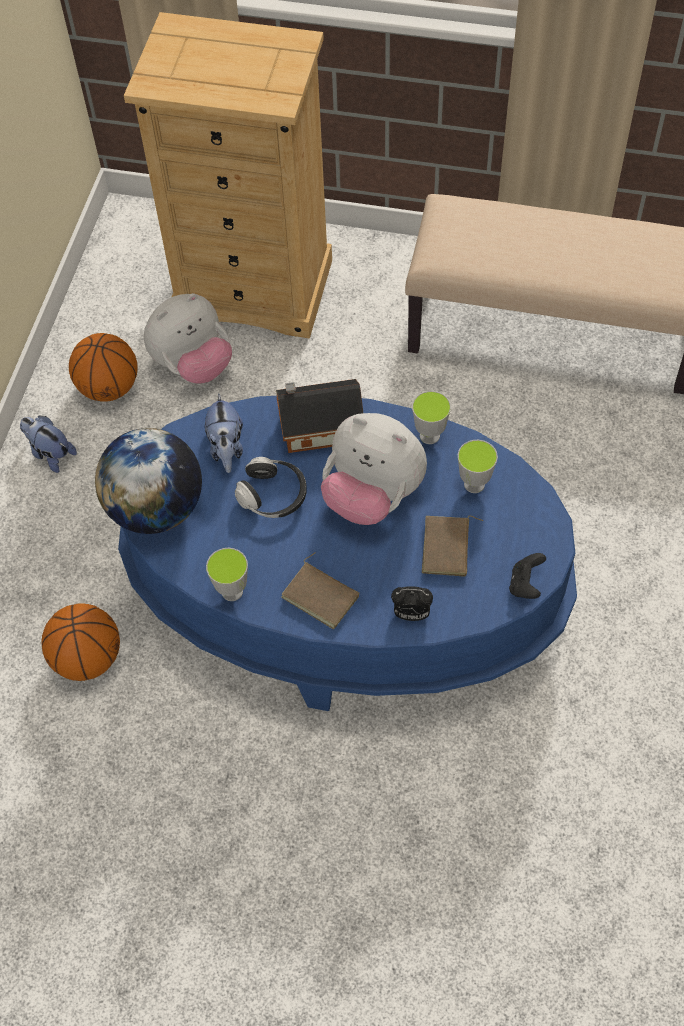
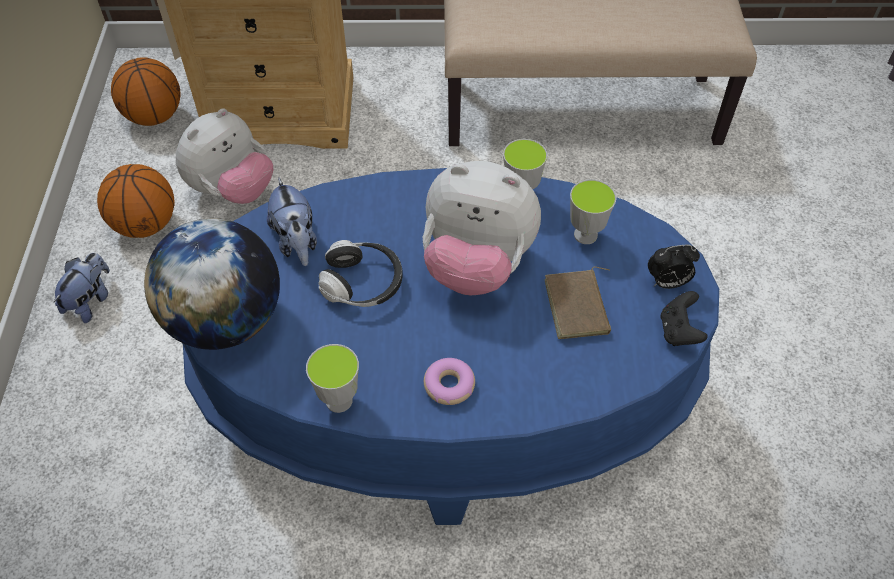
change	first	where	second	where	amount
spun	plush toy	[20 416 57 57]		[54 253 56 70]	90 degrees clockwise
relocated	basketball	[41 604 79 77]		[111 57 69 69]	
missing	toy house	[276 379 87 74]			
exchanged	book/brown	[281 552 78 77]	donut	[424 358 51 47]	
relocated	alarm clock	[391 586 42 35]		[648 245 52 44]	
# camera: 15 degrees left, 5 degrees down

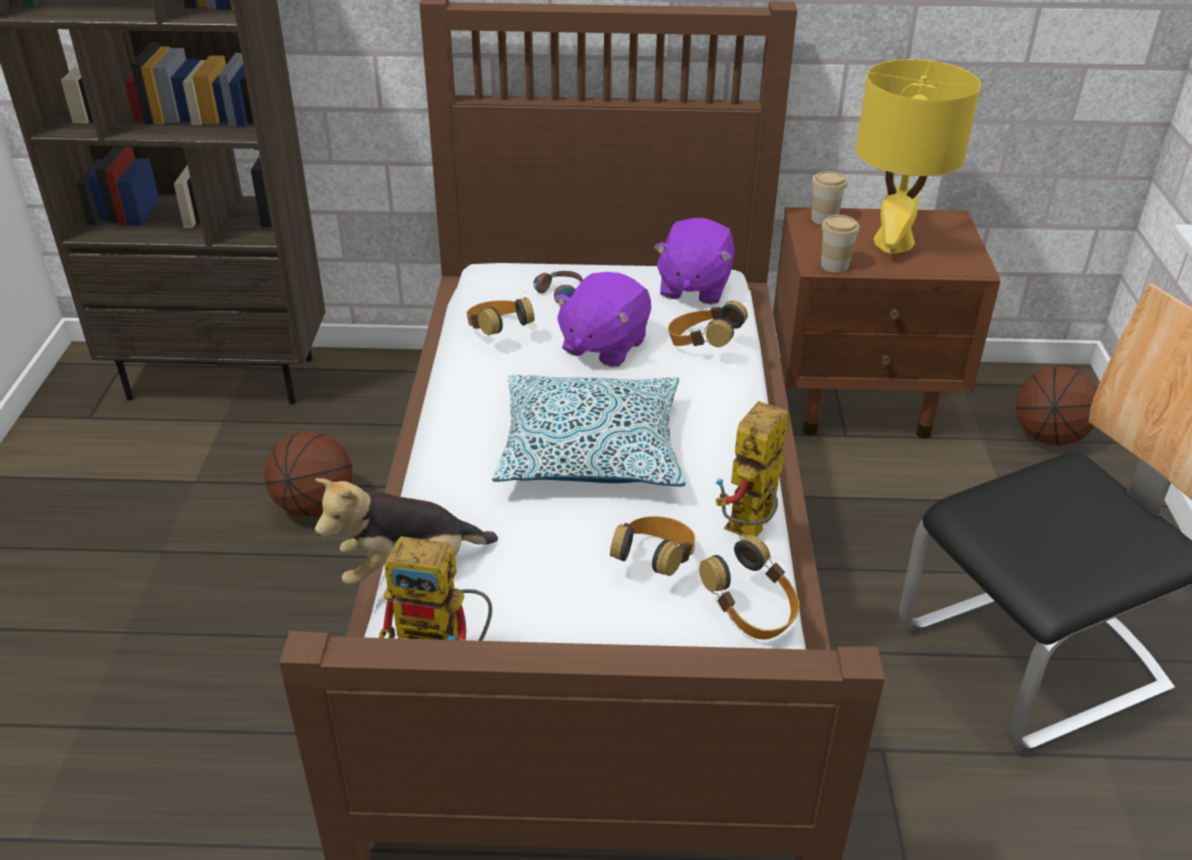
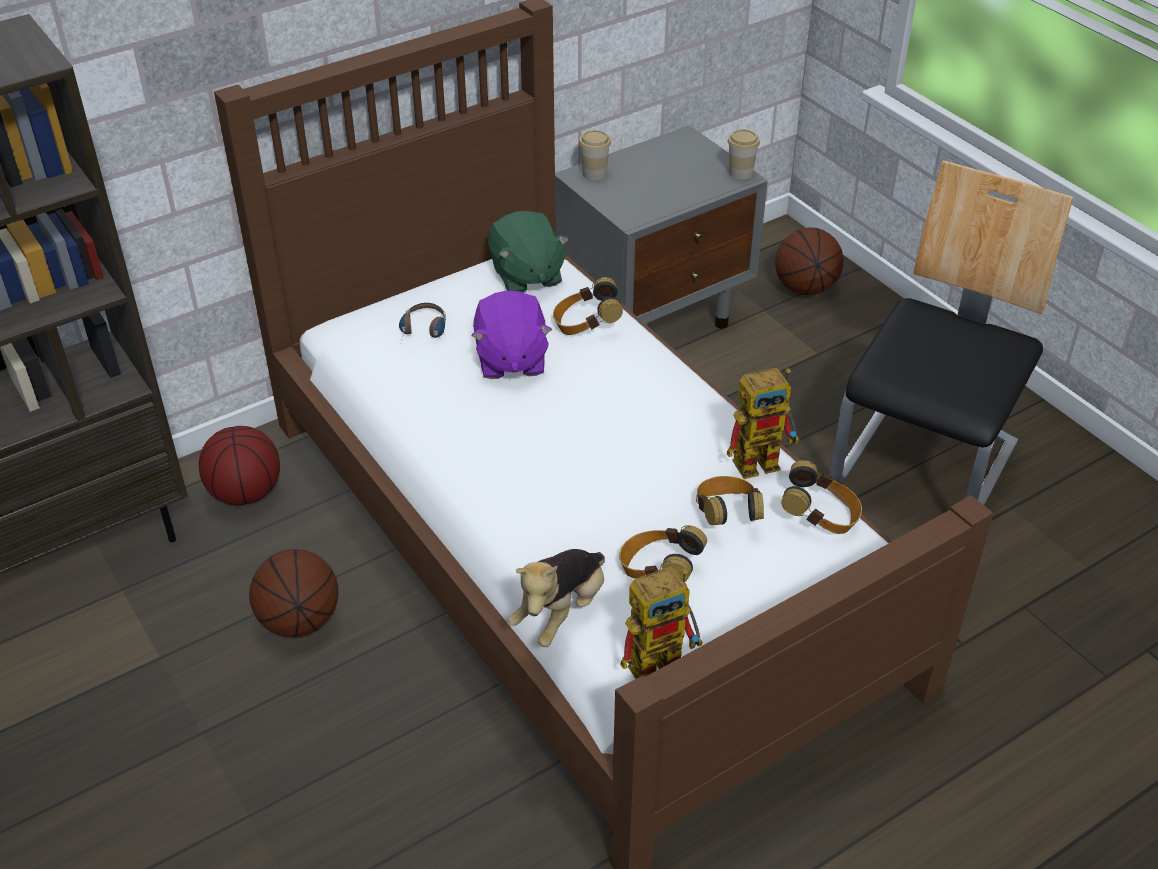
change	first	where	second	where	amount
relocated	headphones	[467 297 68 39]		[619 525 88 57]	
missing	pillow	[492 375 193 112]			
colour	plush toy/purple	[654 218 81 86]	plush toy/green	[488 211 81 82]	
spun	toy robot	[715 401 74 136]		[727 367 72 112]	105 degrees counterclockwise
colour	nightstand/brown	[773 207 228 231]	nightstand/grey	[555 125 213 204]	
relocated	cup	[821 215 38 58]		[728 129 32 51]	
missing	table lamp/yellow	[856 59 125 195]			
appeared			basketball	[199 426 81 79]	
# camera: 35 degrees left, 5 degrees up

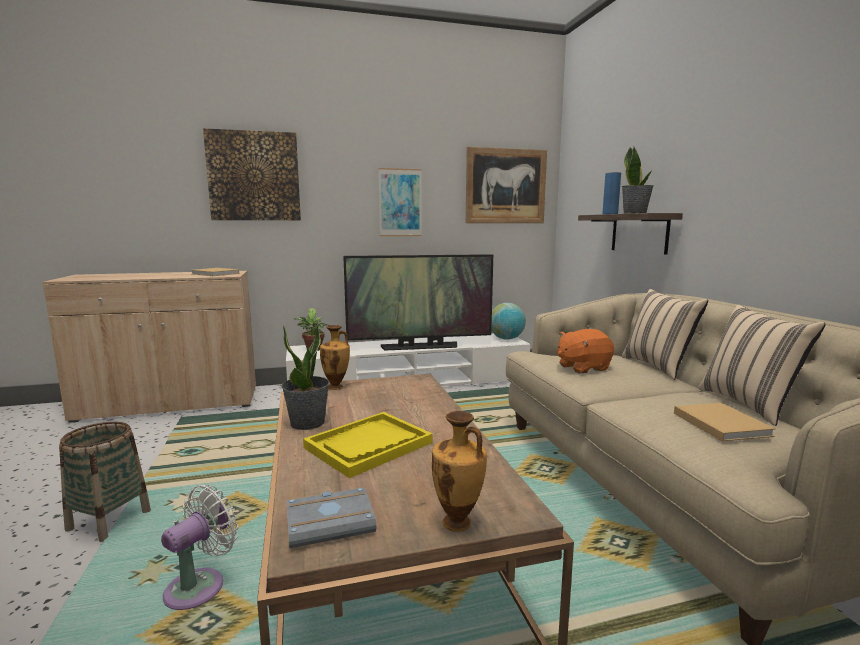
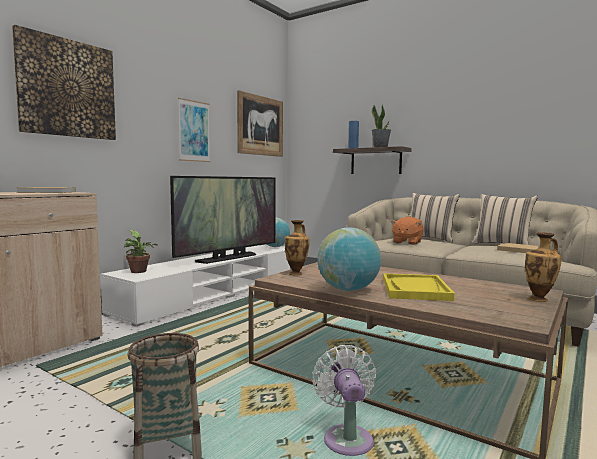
change	first	where	second	where	amount
exchanged	potted plant	[281 320 48 110]	globe	[317 227 64 64]	
missing	book/grey	[287 487 89 62]			
# camera: 40 degrees left, 5 degrees down

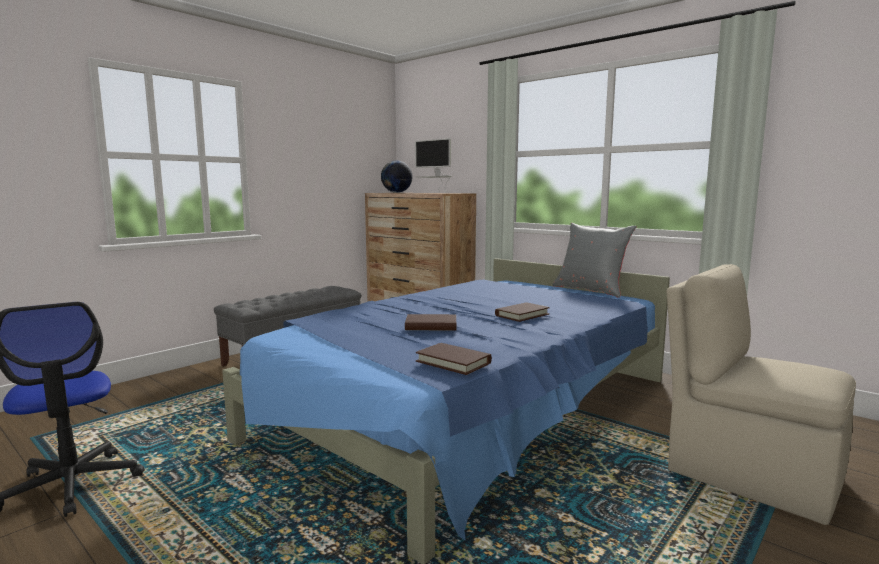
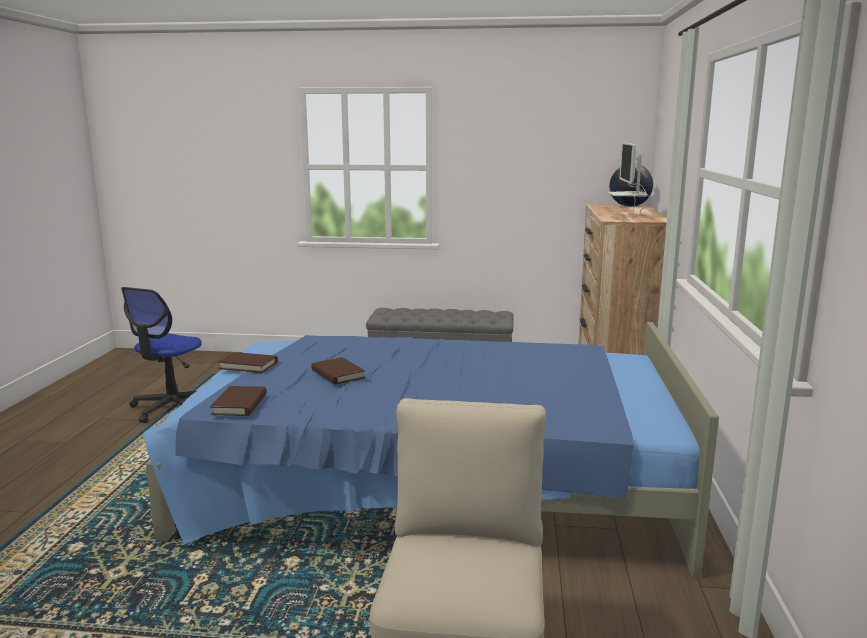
change	first	where	second	where	amount
relocated	book/brown	[495 302 55 20]		[218 352 60 21]	
missing	pillow/grey	[552 223 85 75]			
# camera: 55 degrees right, 5 degrees up

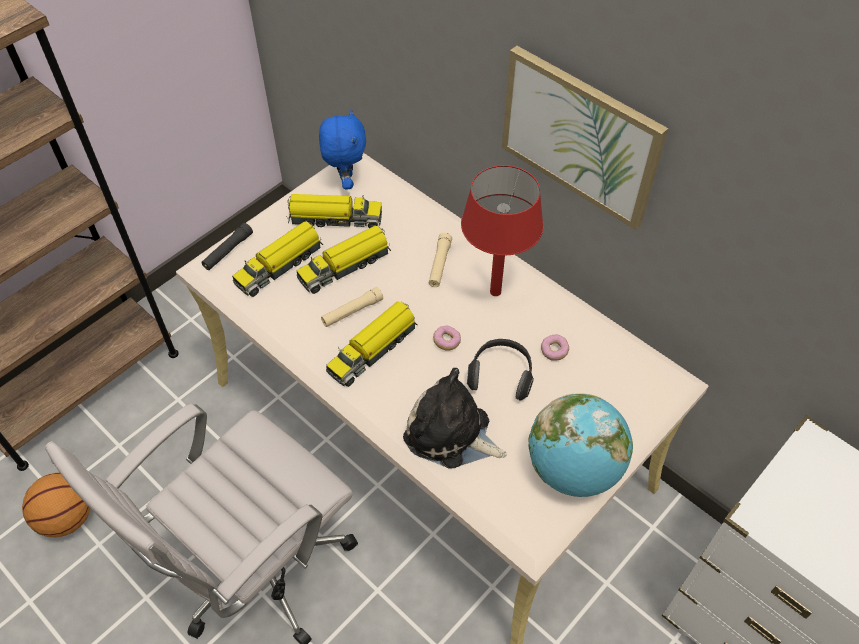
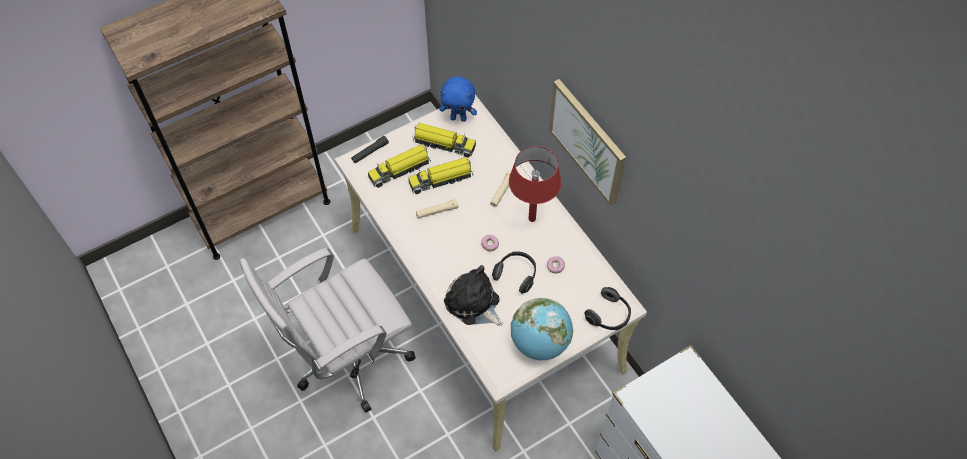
change	first	where	second	where	amount
missing	basketball	[22 472 68 65]			
spun	plush toy/blue	[319 109 47 81]		[440 77 37 45]	90 degrees clockwise
missing	toy truck	[326 302 91 85]			
appeared			headphones	[585 287 46 43]	
# camera: 15 degrees right, 5 degrees up

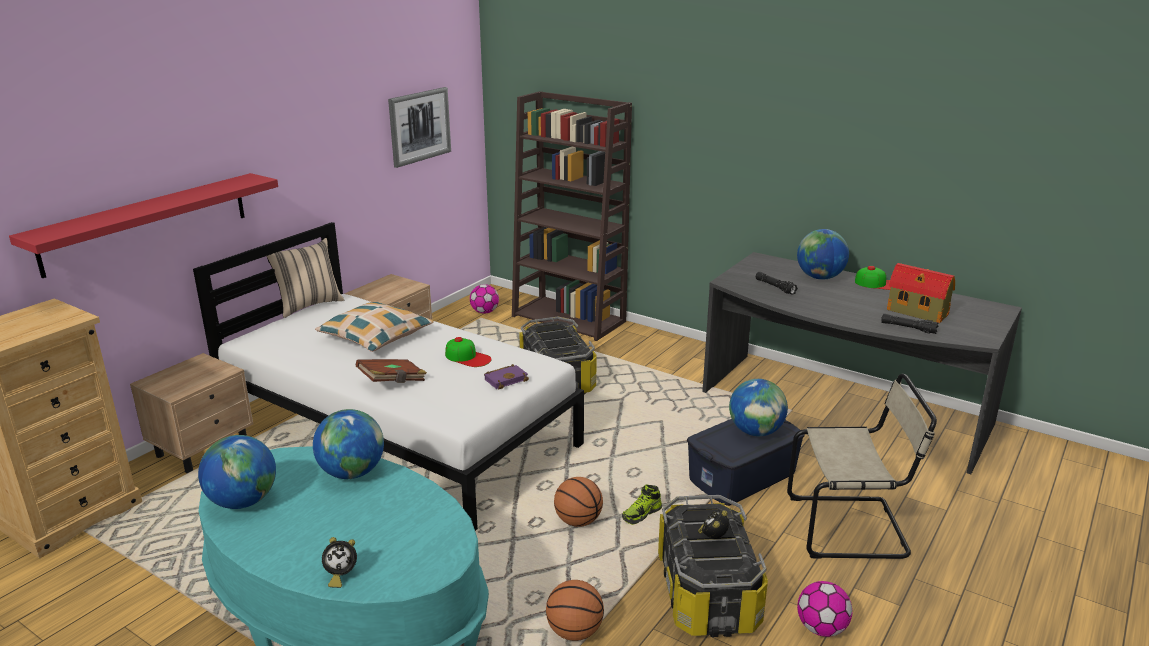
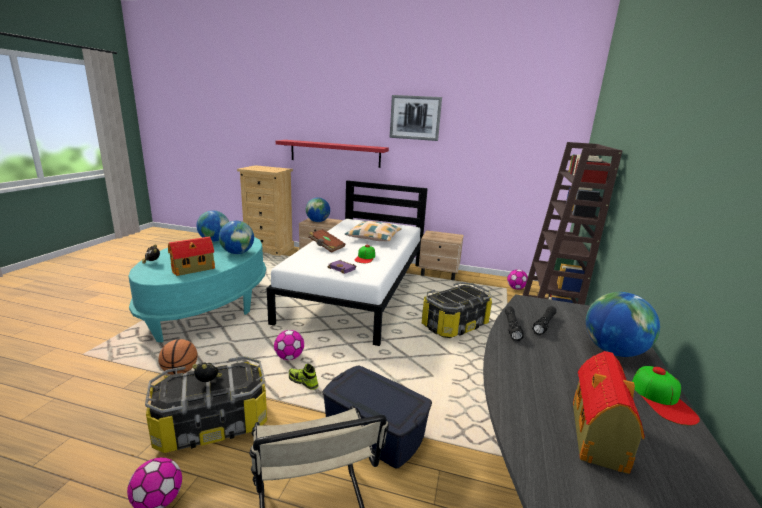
change	first	where	second	where	amount
missing	pillow/beige	[267 238 77 80]			
relocated	picture	[388 87 63 81]		[390 95 52 46]	
exchanged	basketball	[554 477 49 50]	football	[274 330 30 30]	
relocated	globe	[729 379 59 57]		[306 197 24 25]	
relocated	flashlight/black	[881 314 58 20]		[505 306 19 35]	
appeared			toy house	[168 237 47 39]	
# camera: 70 degrees right, 5 degrees down

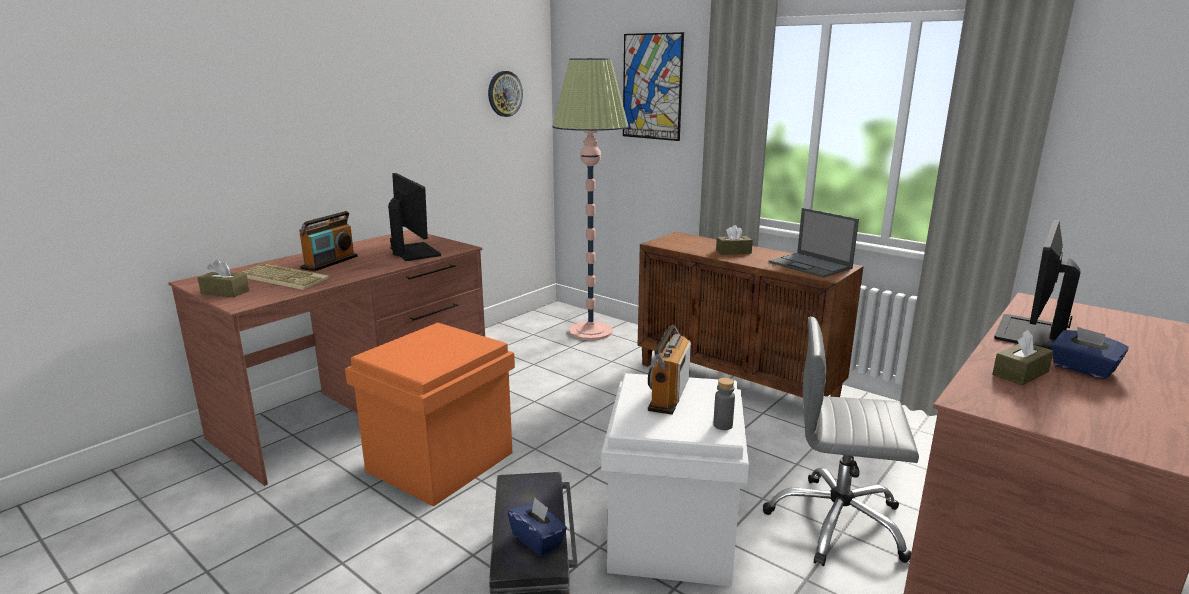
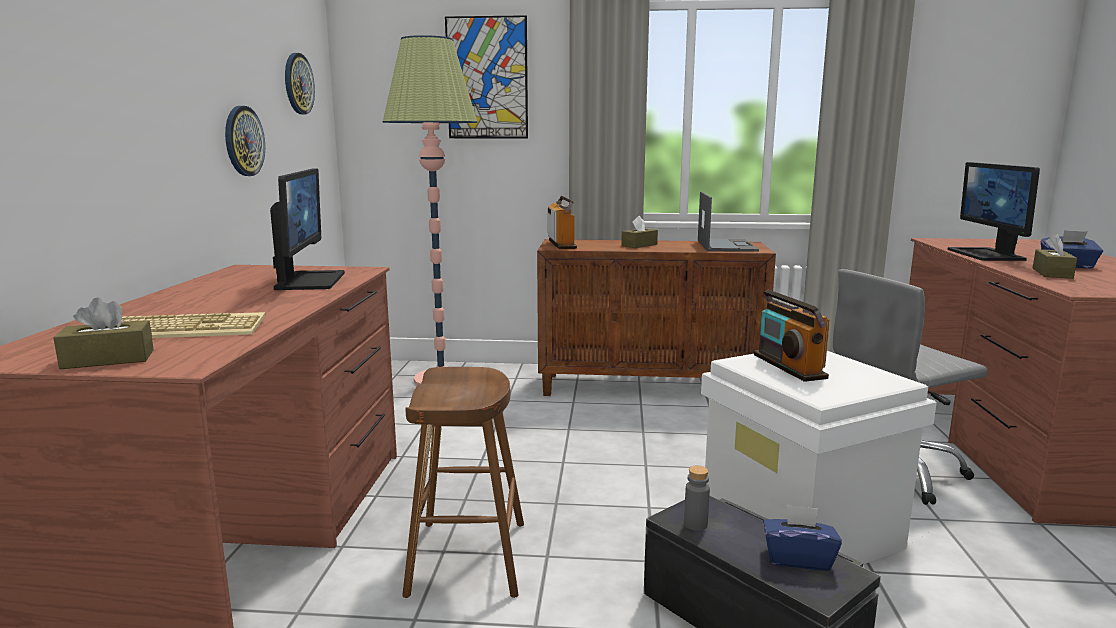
change	first	where	second	where	amount
relocated	radio	[299 211 58 61]		[548 196 29 53]	
exchanged	storage box/orange	[345 323 170 183]	stool/brown	[402 367 122 231]	
spun	monitor	[388 173 53 88]		[270 168 75 122]	60 degrees clockwise
relocated	bottle/grey	[713 378 22 52]		[684 466 26 65]	
spun	laptop	[769 208 90 70]		[698 192 61 60]	105 degrees counterclockwise
appeared			wall clock	[225 106 40 70]	
# camera: 35 degrees left, 5 degrees down

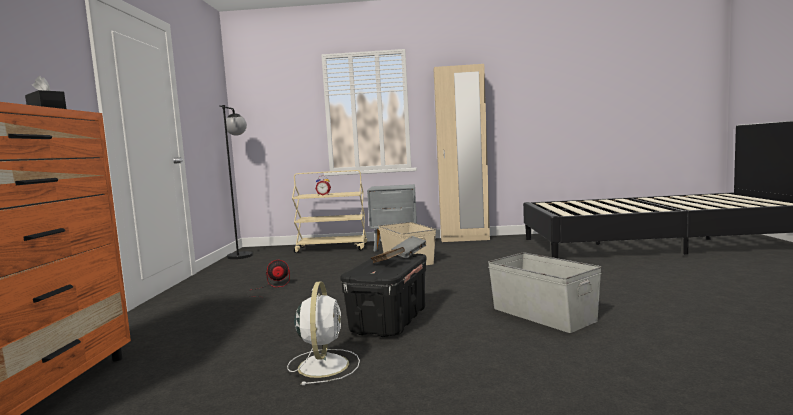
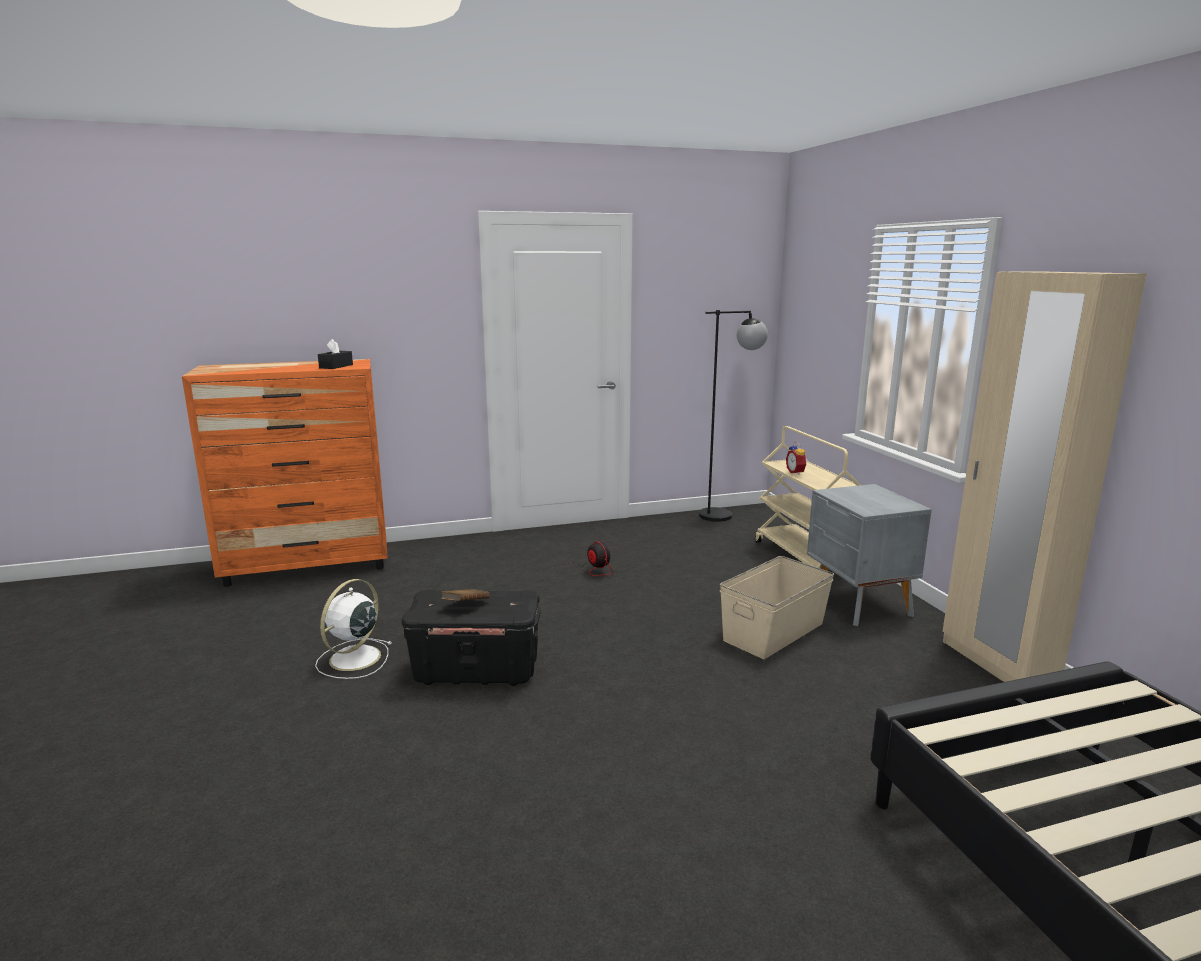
change	first	where	second	where	amount
spun	fan/white	[287 281 73 104]		[315 579 77 100]	135 degrees clockwise
missing	book/grey	[391 236 35 22]			
missing	storage box/grey	[488 253 114 80]			
# camera: 70 degrees right, 10 degrees up

